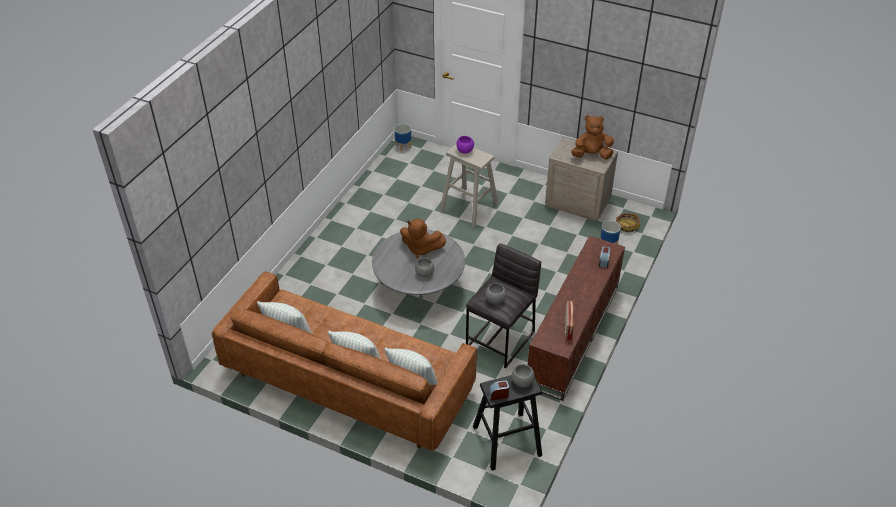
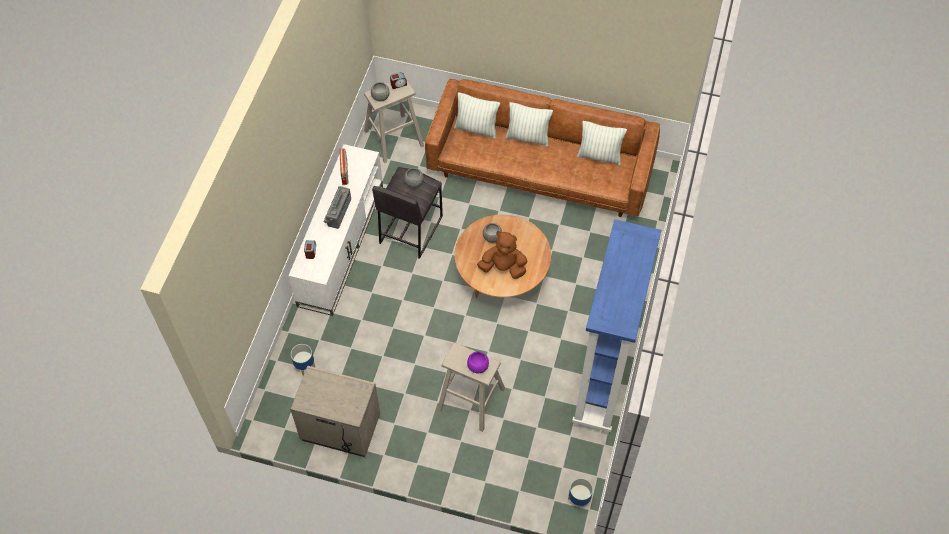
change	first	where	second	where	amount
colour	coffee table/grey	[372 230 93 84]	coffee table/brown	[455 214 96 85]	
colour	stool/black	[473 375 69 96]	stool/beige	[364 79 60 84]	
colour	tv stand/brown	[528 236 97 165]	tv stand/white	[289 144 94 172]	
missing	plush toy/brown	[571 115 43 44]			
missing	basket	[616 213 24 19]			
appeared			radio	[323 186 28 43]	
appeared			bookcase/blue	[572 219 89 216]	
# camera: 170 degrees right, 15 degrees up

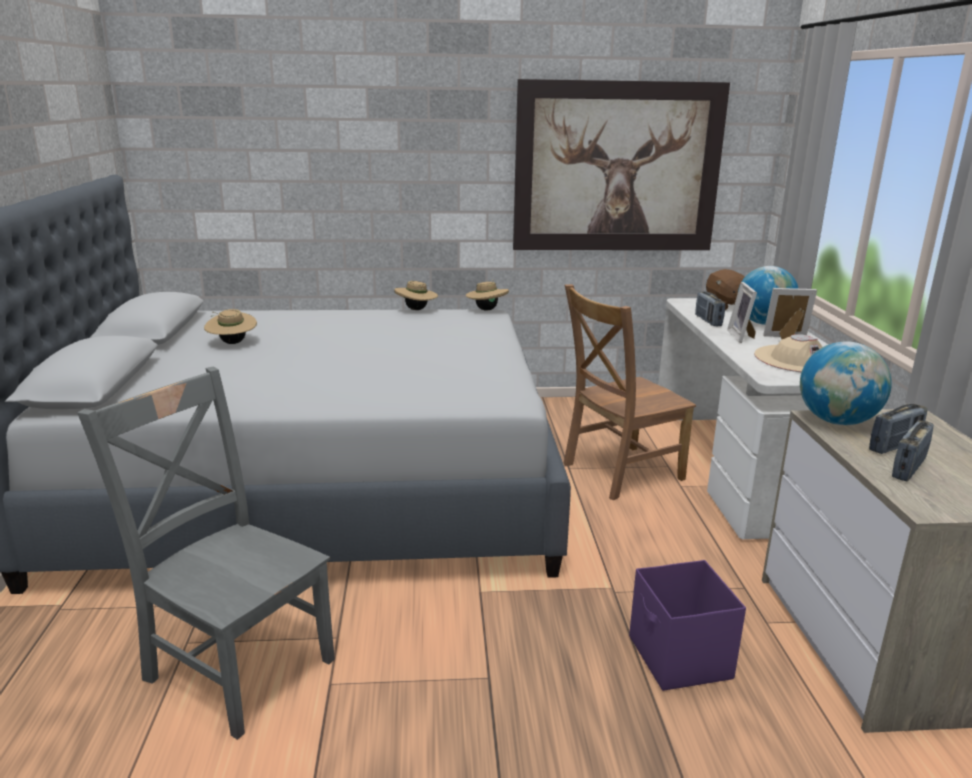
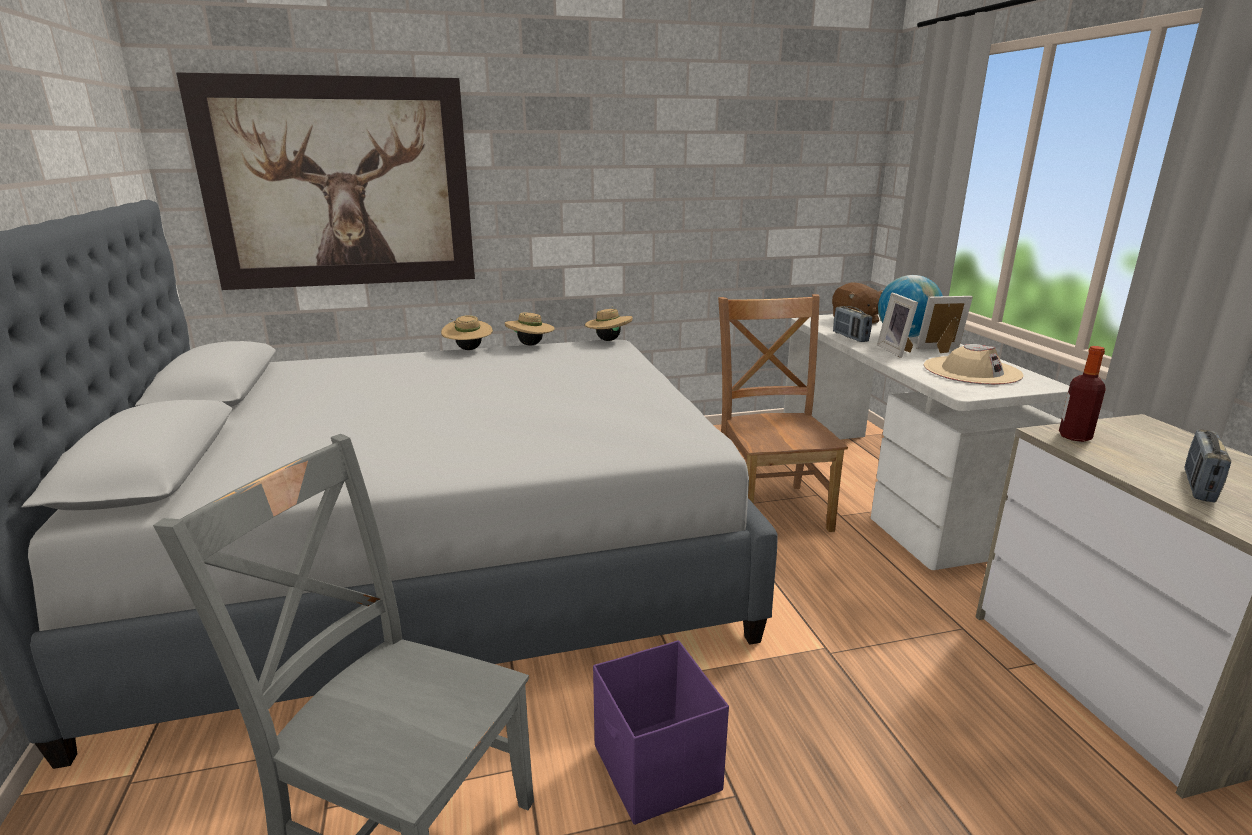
change	first	where	second	where	amount
relocated	hat/beige	[204 309 53 35]		[441 315 52 35]	
relocated	picture	[513 79 217 171]		[176 72 299 218]	
spun	chair/brown	[564 284 132 216]		[718 294 130 238]	120 degrees clockwise
relocated	storage box/purple	[629 560 117 131]		[593 640 136 185]	
exchanged	globe	[800 342 92 83]	bottle	[1059 346 47 96]	
missing	radio	[869 404 59 50]			
# camera: 10 degrees left, 0 degrees up

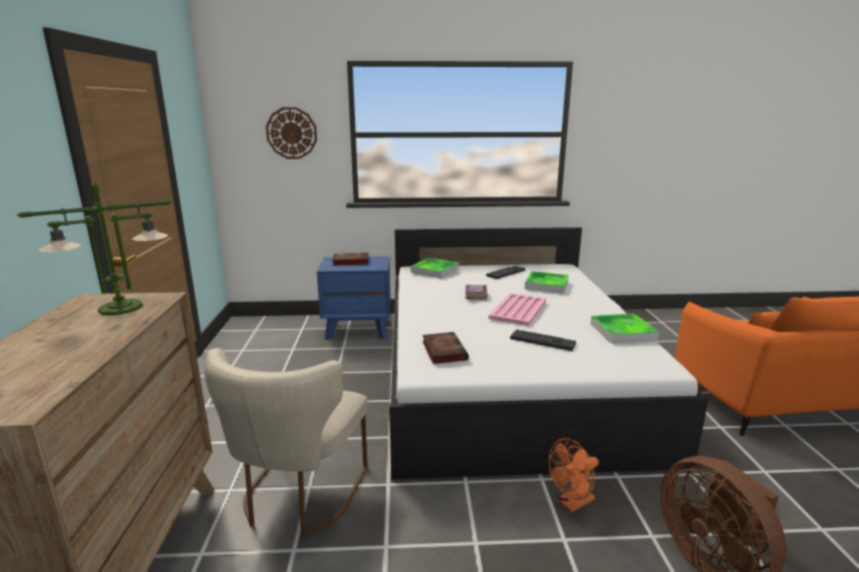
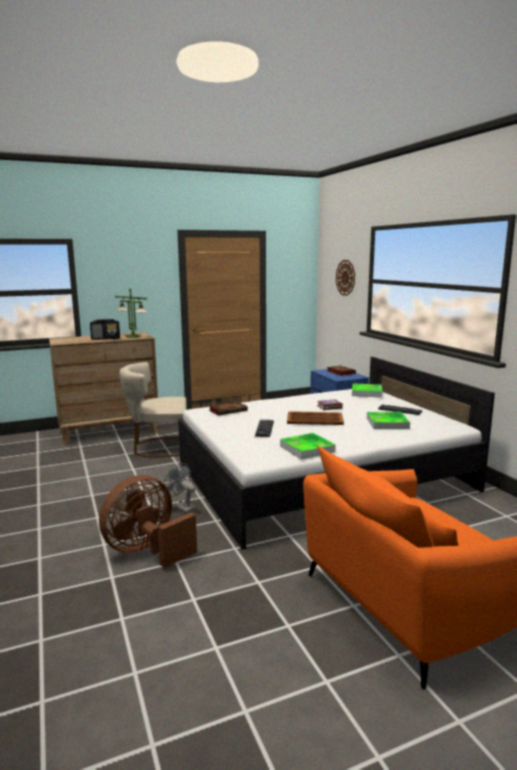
change	first	where	second	where	amount
colour	tray/pink	[489 293 57 33]	tray/brown	[287 411 57 14]	
colour	fan/orange	[549 438 50 75]	fan/grey	[164 463 32 50]	
appeared			radio	[90 319 30 21]	
# camera: 70 degrees right, 5 degrees down

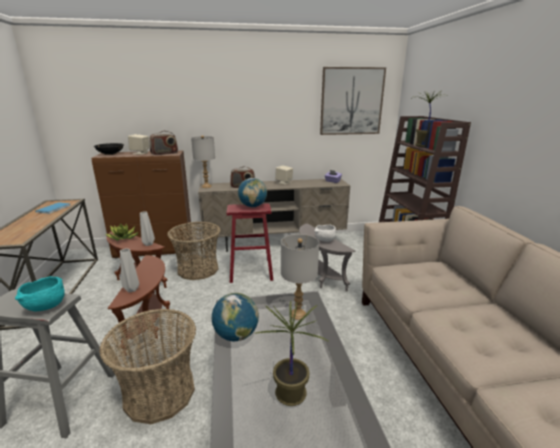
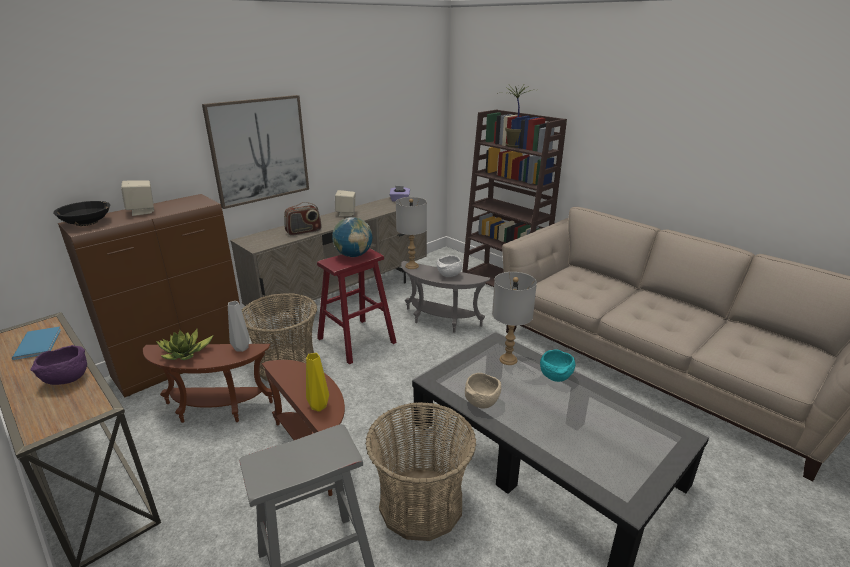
change	first	where	second	where	amount
relocated	bowl/turquoise	[15 276 50 35]		[540 349 35 33]	
colour	vase/grey	[120 248 19 44]	vase/yellow	[306 353 23 59]	
missing	radio	[149 131 29 24]			
relocated	table lamp/grey	[191 135 24 53]		[396 197 31 72]	
exchanged	globe	[212 293 47 48]	bowl/beige	[465 373 36 36]	
missing	potted plant	[256 301 72 105]			
relocated	picture	[320 67 66 68]		[202 95 107 114]	
appeared			bowl/purple	[30 345 57 40]	
# camera: 35 degrees left, 5 degrees up

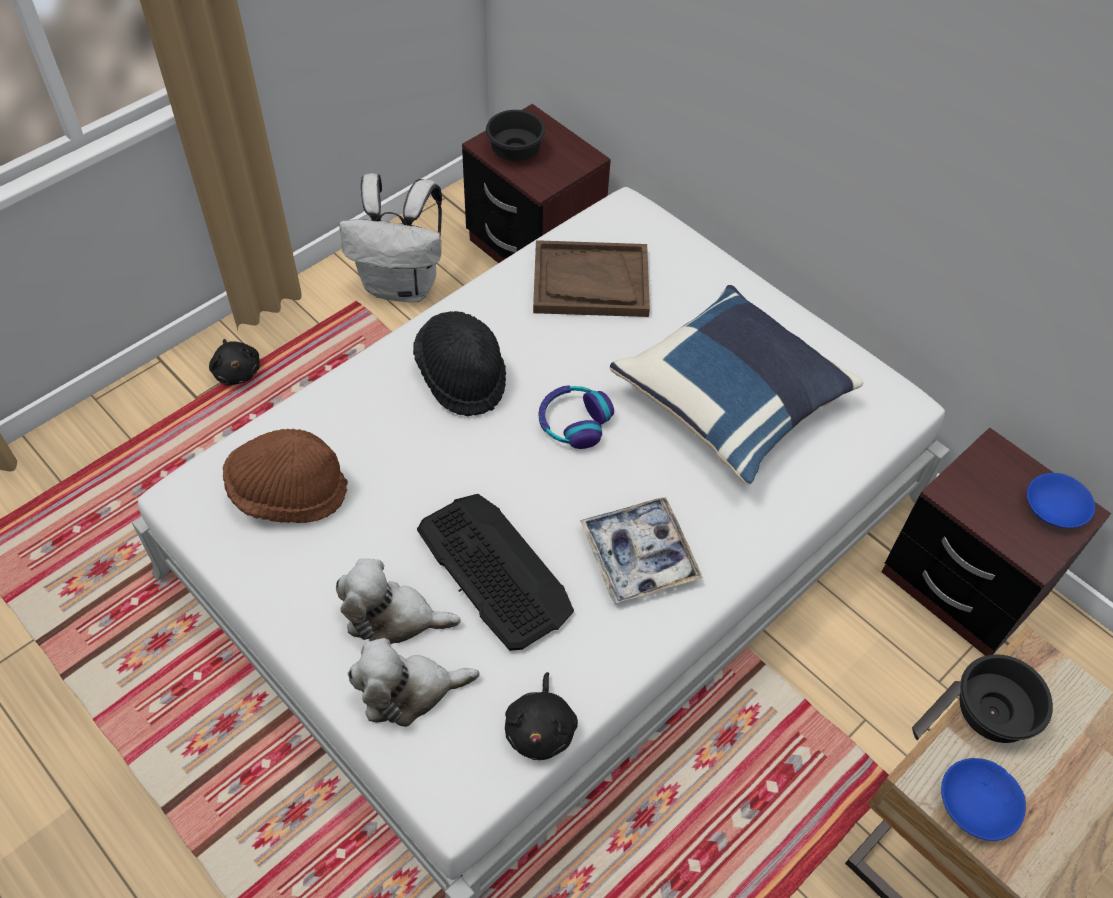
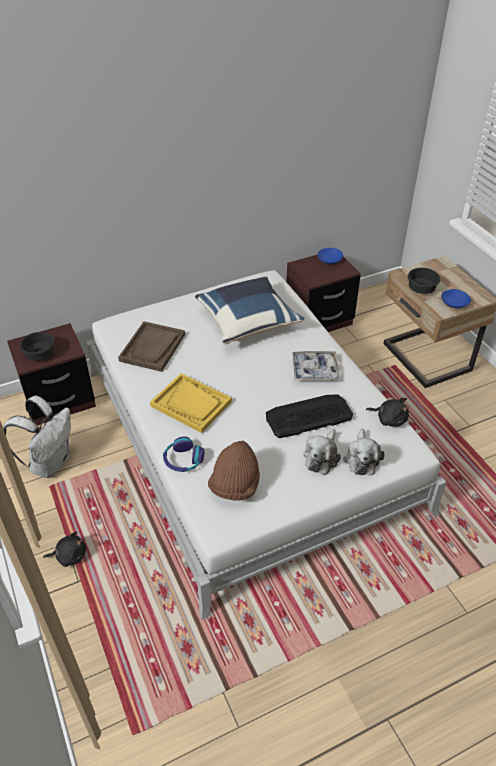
change	first	where	second	where	amount
exchanged	hat/black	[413 311 93 105]	tray/yellow	[150 373 82 60]	
relocated	headphones	[539 385 75 64]		[163 437 41 35]	
# camera: 70 degrees left, 10 degrees down

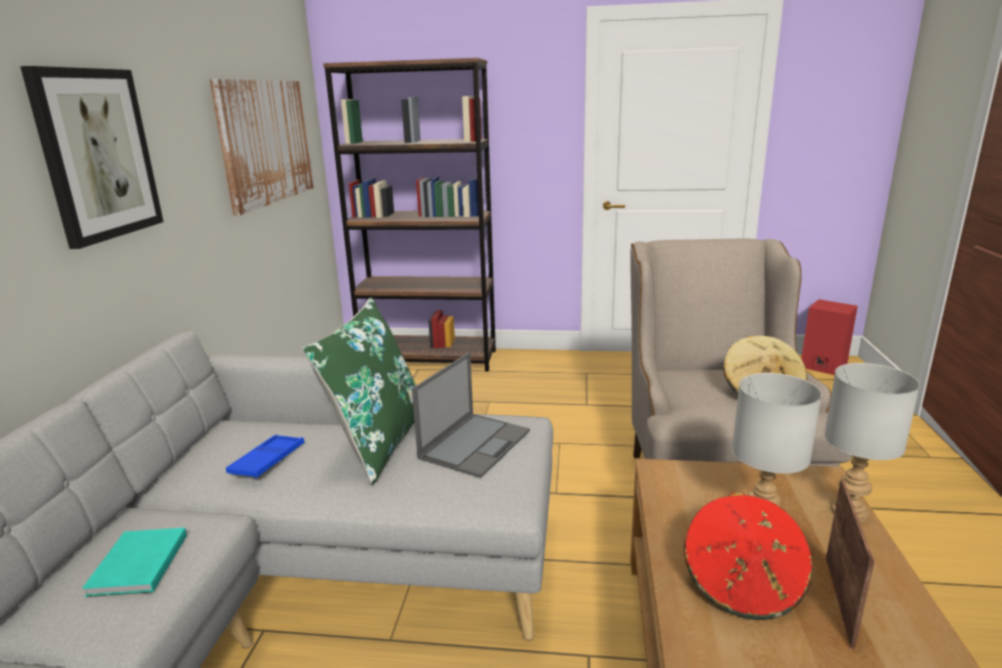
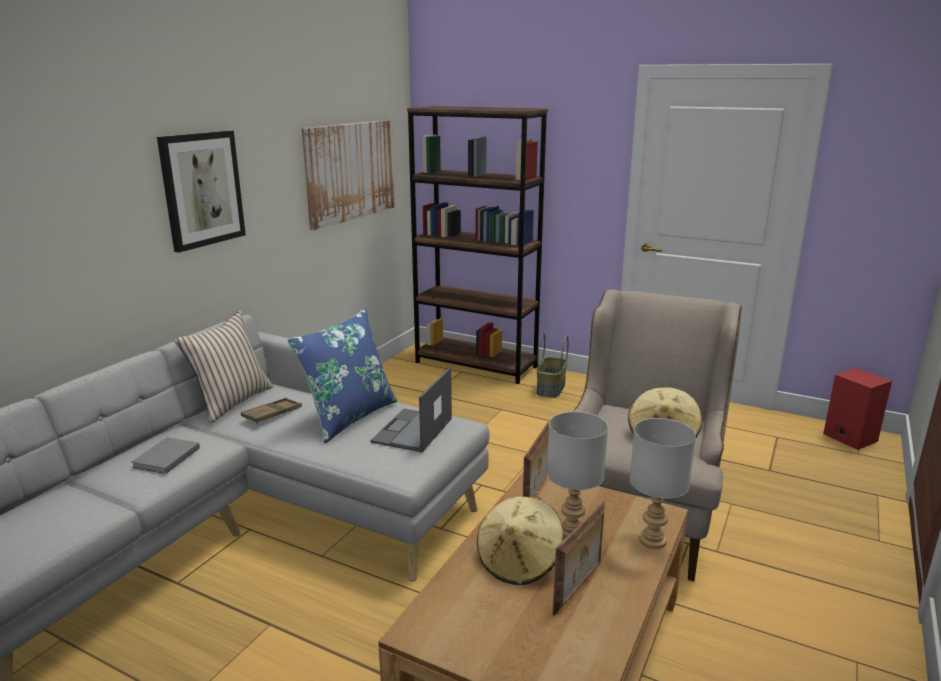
change	first	where	second	where	amount
colour	book/turquoise	[82 528 105 69]	book/grey	[131 437 69 37]	
colour	tray/blue	[226 435 79 44]	tray/brown	[241 398 61 25]	
colour	pillow/green	[302 297 114 188]	pillow/blue	[288 308 109 135]	
spun	laptop	[412 353 118 125]		[370 367 82 85]	150 degrees clockwise
colour	hat/red	[683 492 130 128]	hat/beige	[477 495 87 90]	
appeared			pillow/beige	[174 311 99 112]	
appeared			picture frame	[523 421 26 76]	
appeared			basket	[537 333 32 65]	
# camera: 20 degrees right, 0 degrees up

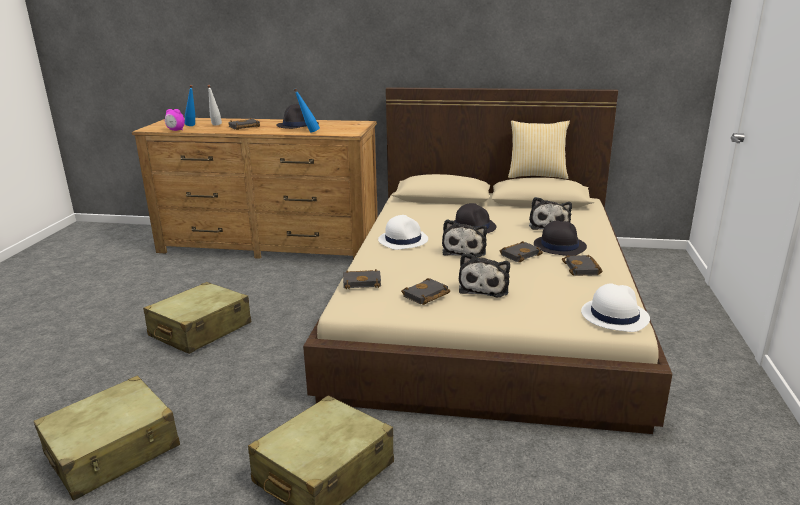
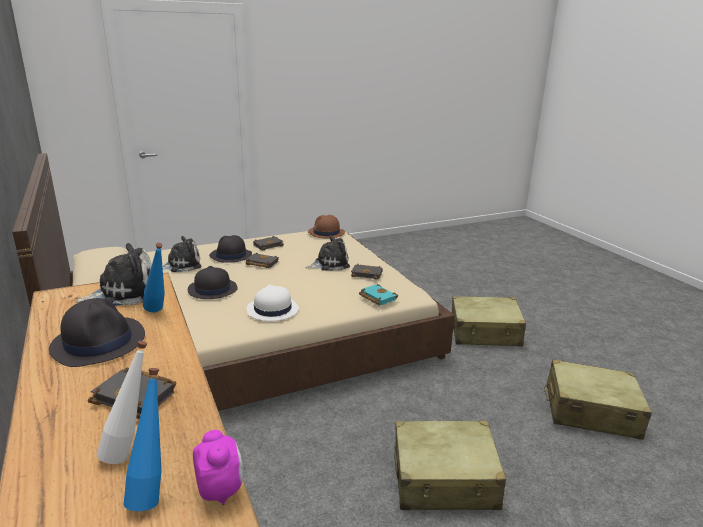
change	first	where	second	where	amount
colour	book/black	[343 269 38 20]	book/turquoise	[359 284 39 22]	
relocated	plush toy	[442 219 45 39]		[75 243 77 63]	
missing	pillow	[508 121 62 58]			
colour	hat/white	[581 283 69 49]	hat/brown	[308 215 37 24]	
# camera: 125 degrees left, 0 degrees up

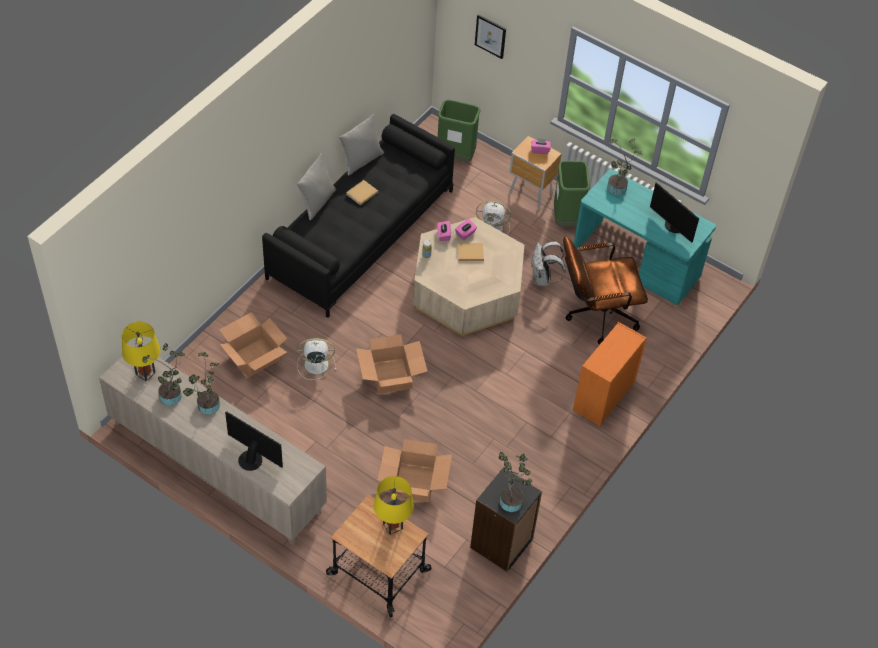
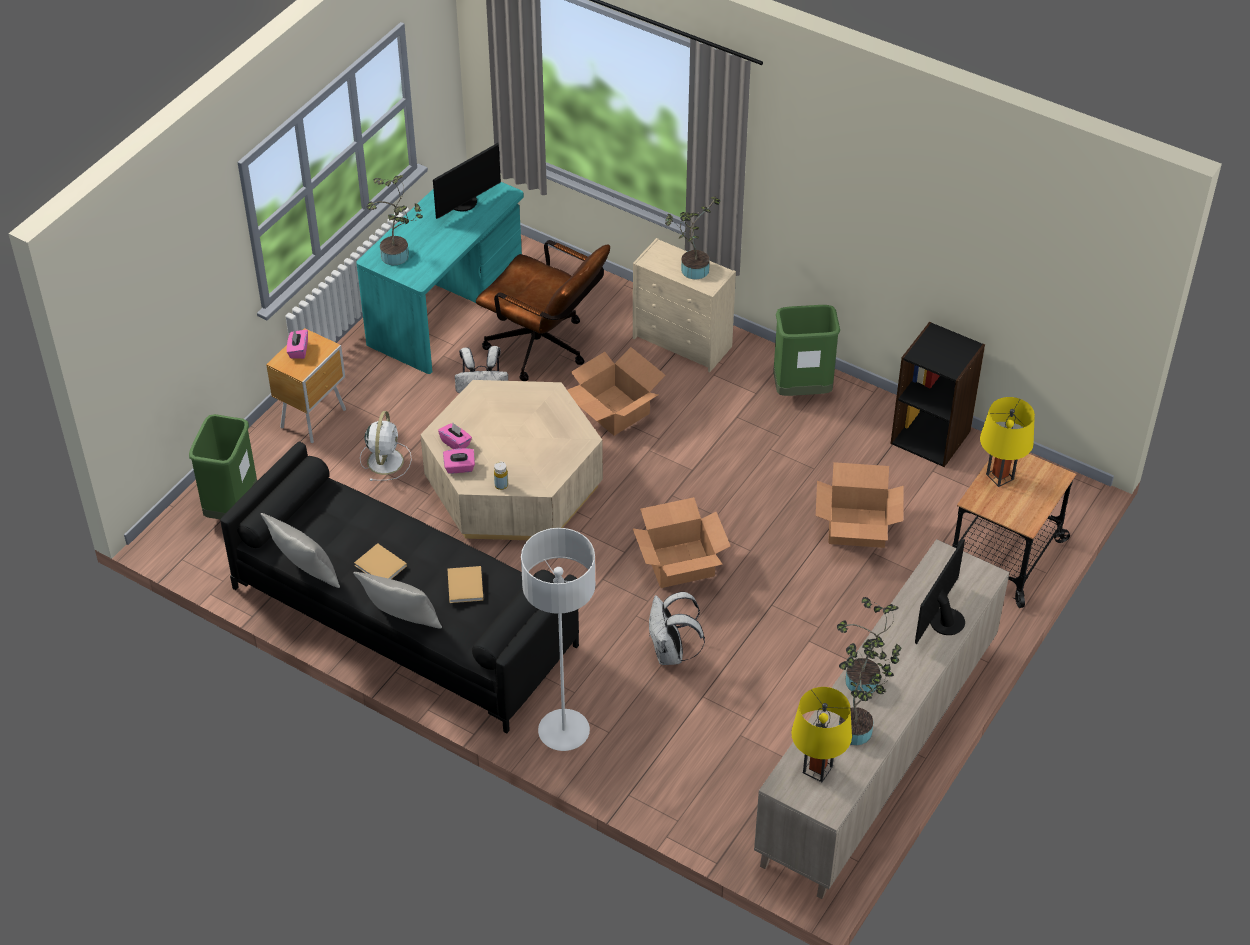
change	first	where	second	where	amount
relocated	cardboard box	[219 312 68 66]		[567 347 99 89]	
exchanged	fan/white	[297 338 39 42]	backpack/white	[649 592 56 73]	
relocated	book/beige	[457 243 27 18]		[448 566 36 37]	
missing	picture	[475 15 31 44]			
relocated	potted plant	[499 452 34 60]		[665 196 55 83]	
relocated	trash can/green	[554 161 36 66]		[773 305 67 91]	
spun	office chair/brown	[563 237 85 108]		[476 240 134 141]	45 degrees counterclockwise
colour	dresser/orange	[573 322 73 104]	dresser/beige	[633 238 103 134]	
appeared			floor lamp/white	[521 528 75 223]	
# camera: 90 degrees left, 5 degrees down

